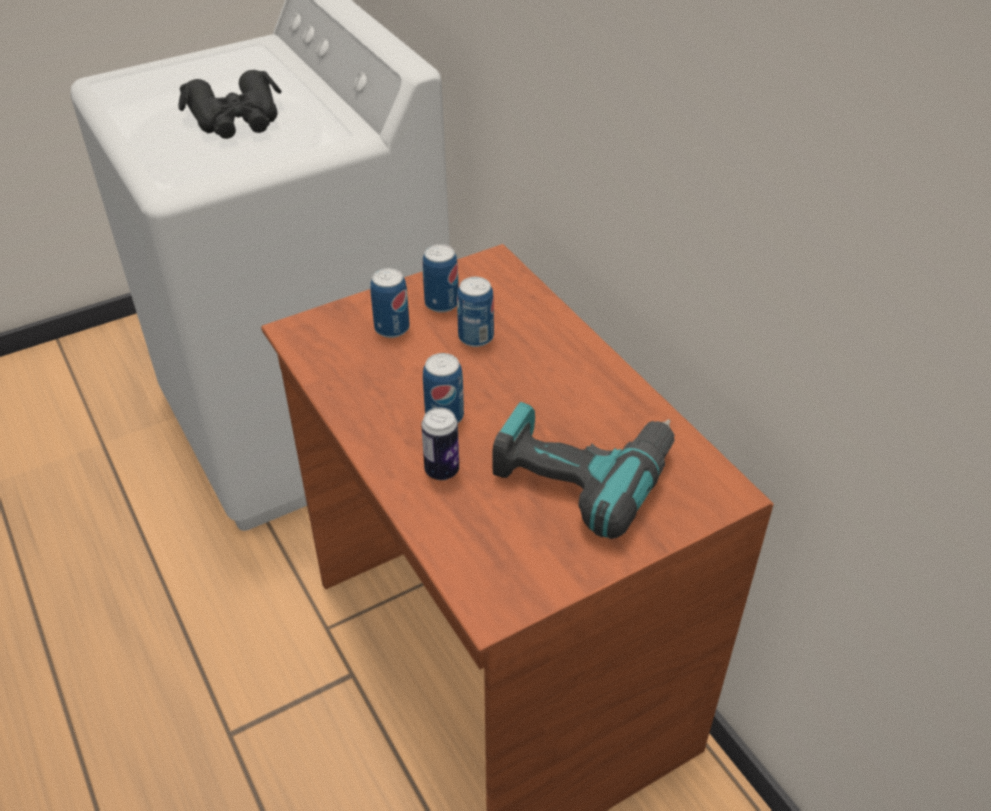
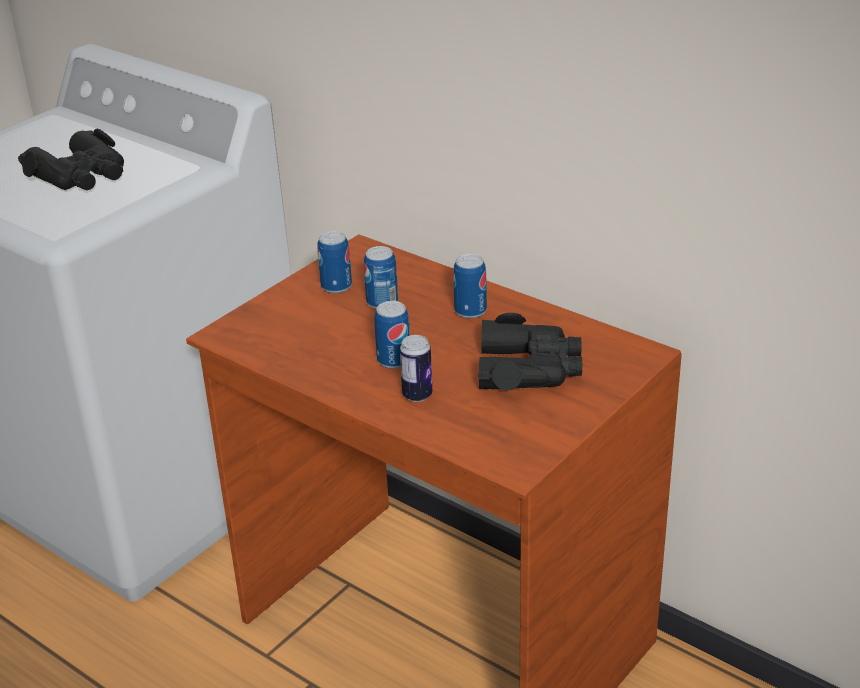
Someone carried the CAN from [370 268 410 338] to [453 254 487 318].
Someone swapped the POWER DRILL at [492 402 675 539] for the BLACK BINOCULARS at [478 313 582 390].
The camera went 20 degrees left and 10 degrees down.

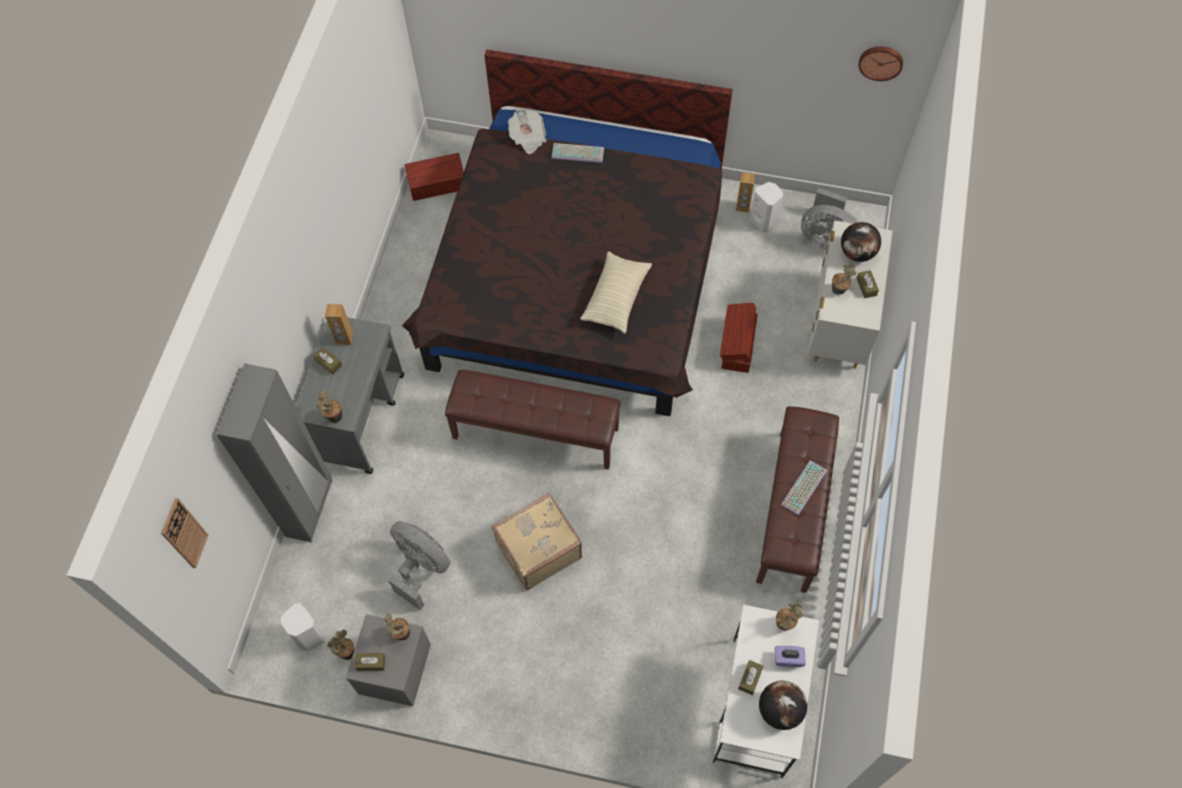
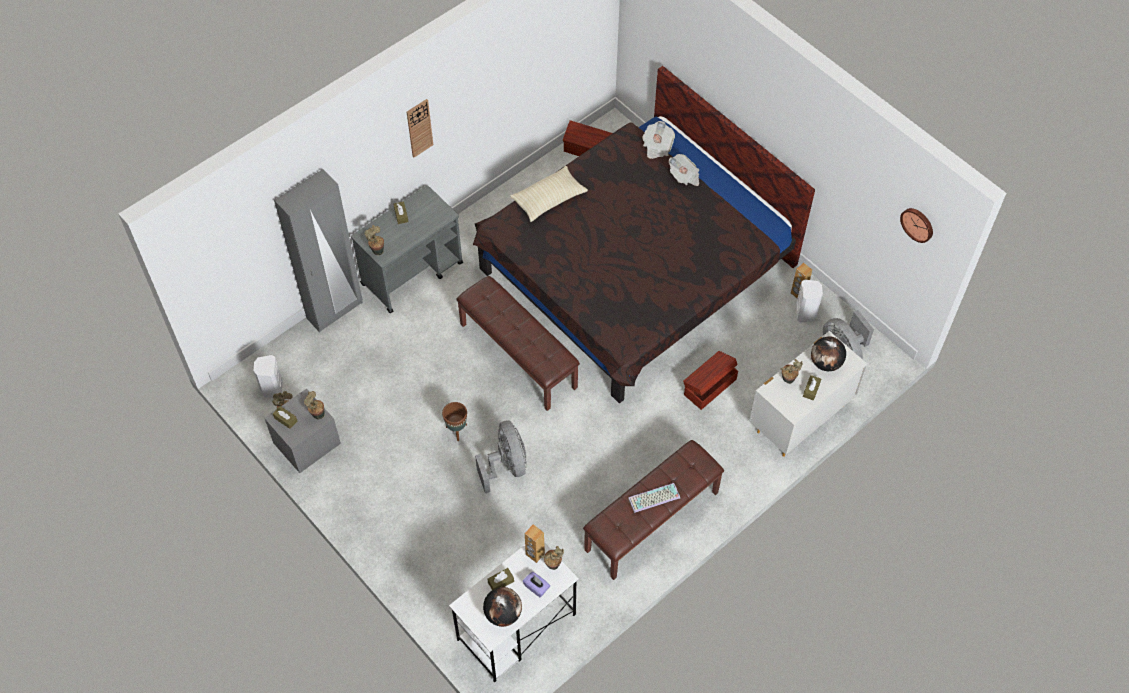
Someone swapped the KEYBOARD at [551 143 604 163] for the NEWSPAPER at [669 154 699 186].
Someone carried the BEIGE PILLOW from [580 252 652 334] to [510 166 588 222].
Someone carried the BROWN SPEAKER from [325 304 353 345] to [525 524 545 563].
Someone swapped the BEIGE SUITCASE at [492 493 582 590] for the BROWN PLANTER at [442 402 467 441].
Someone carried the WALL CLOCK from [161 498 208 568] to [407 99 433 157].
Someone carried the GREY FAN from [388 521 450 610] to [475 420 527 493].
The camera went 35 degrees right and 5 degrees down.

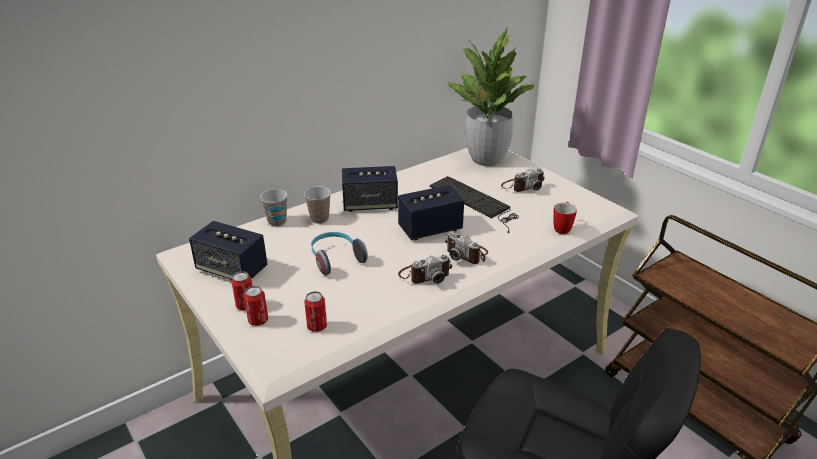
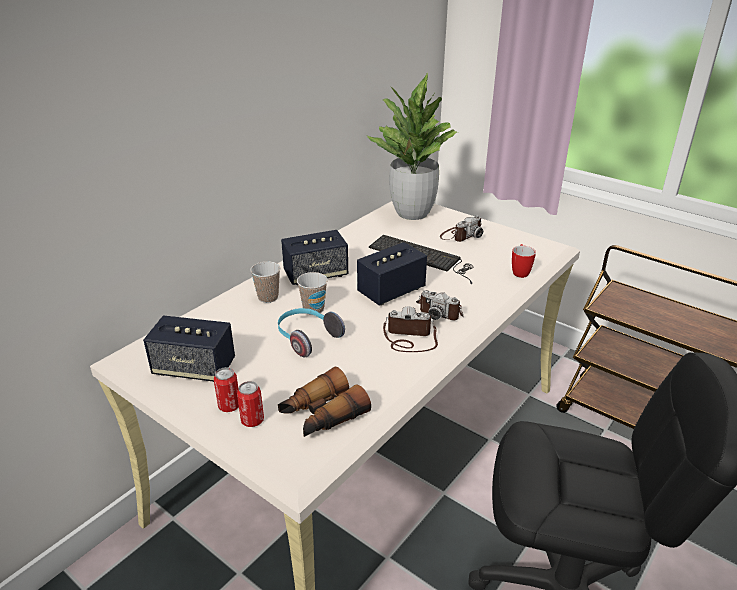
Someone carried the CUP from [260 189 288 227] to [297 272 328 315].
Someone rotated the PHOTO CAMERA at [398 255 452 284] by 135 degrees counterclockwise.
Someone swapped the CAN at [304 291 327 332] for the BINOCULARS at [278 367 371 437].
The camera went 15 degrees left and 0 degrees up.

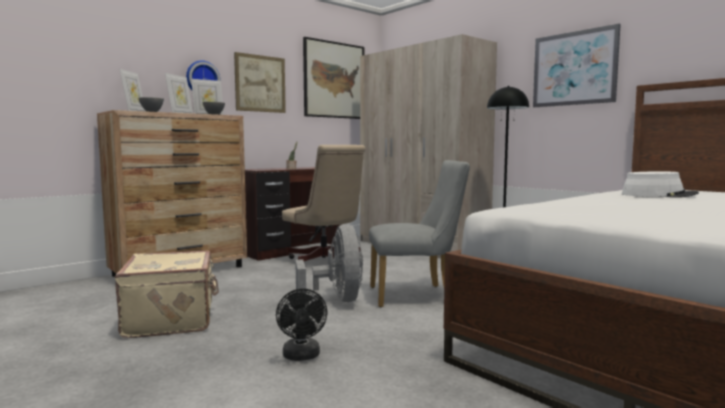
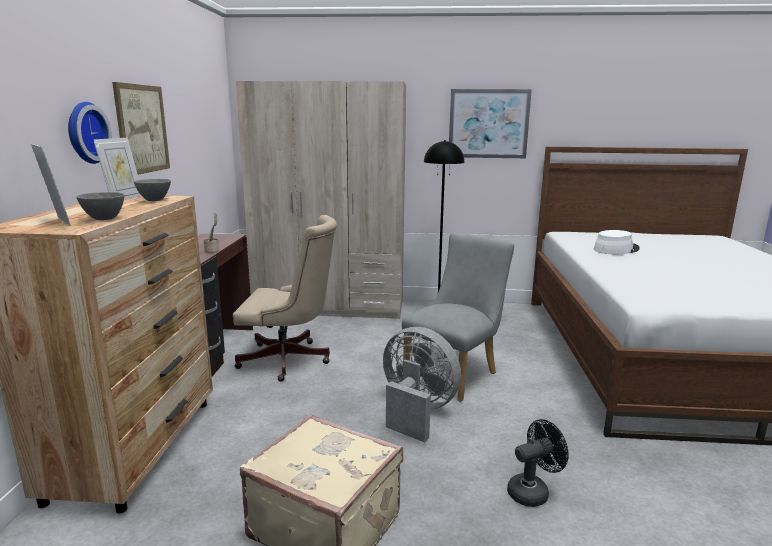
Someone took away the PICTURE at [303 37 364 119].
Someone rotated the BLACK FAN at [276 288 327 361] by 60 degrees counterclockwise.
The camera went 45 degrees left and 10 degrees up.

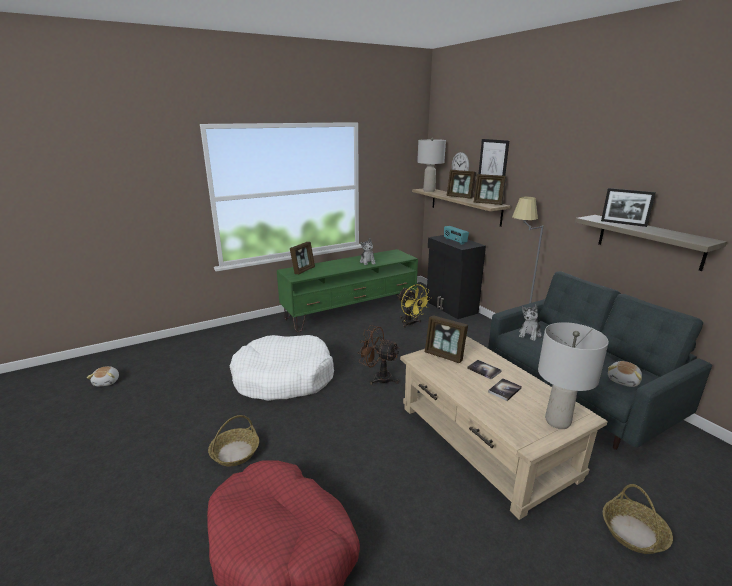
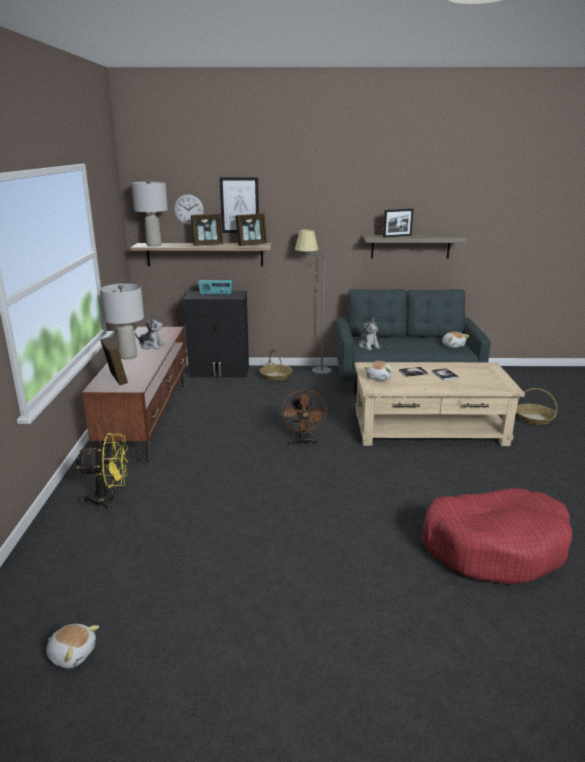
Someone repainted the GREEN TV STAND at [277 249 418 332], which became the BROWN TV STAND at [82 327 187 462].
Someone carried the YELLOW FAN from [398 284 431 328] to [76 433 128 510].
Someone swapped the PICTURE FRAME at [425 315 468 363] for the PLUSH TOY at [365 361 392 381].
Someone carried the GREY TABLE LAMP from [538 322 609 429] to [100 283 144 359].
Someone rotated the BROWN FAN at [357 325 399 385] by 60 degrees counterclockwise.
Someone took away the WHITE DOG BED at [230 335 334 401].
Someone carried the BASKET from [208 415 259 466] to [259 349 292 381].
The camera went 60 degrees left and 0 degrees up.

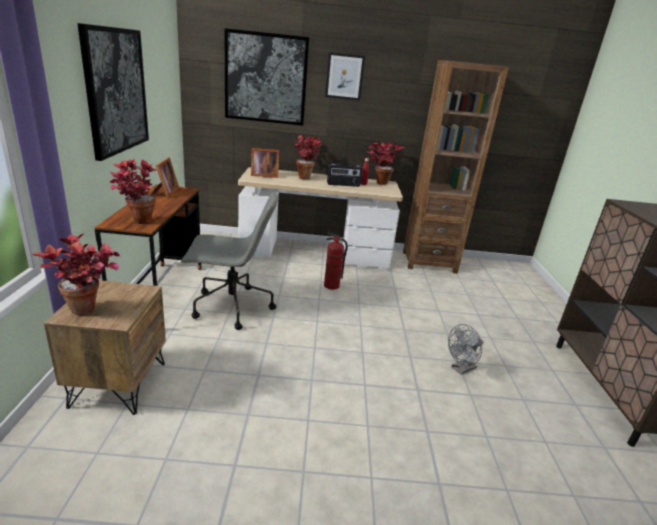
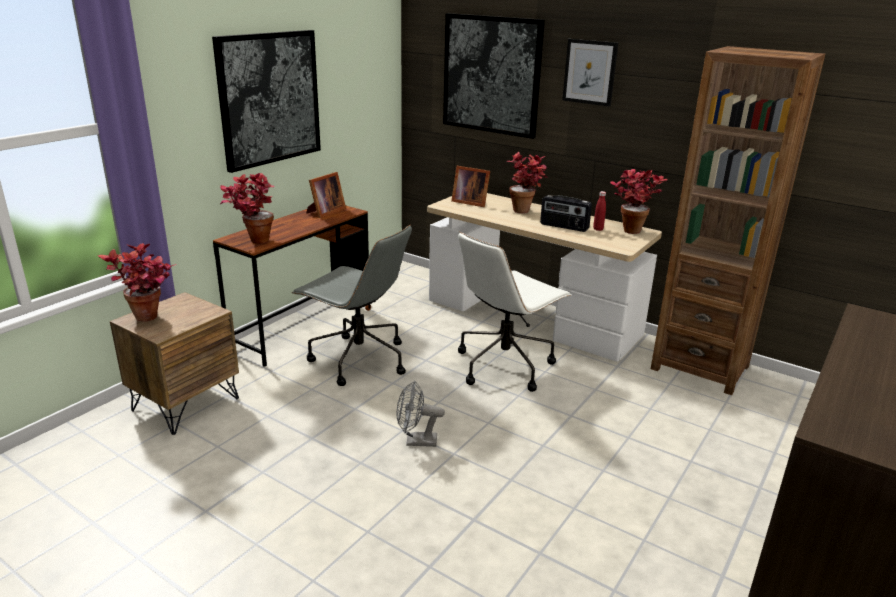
Someone swapped the FIRE EXTINGUISHER at [324 232 348 290] for the WHITE OFFICE CHAIR at [458 232 572 392].
Someone carried the GREY FAN from [448 324 483 375] to [396 381 445 447].
The camera went 35 degrees right and 0 degrees up.

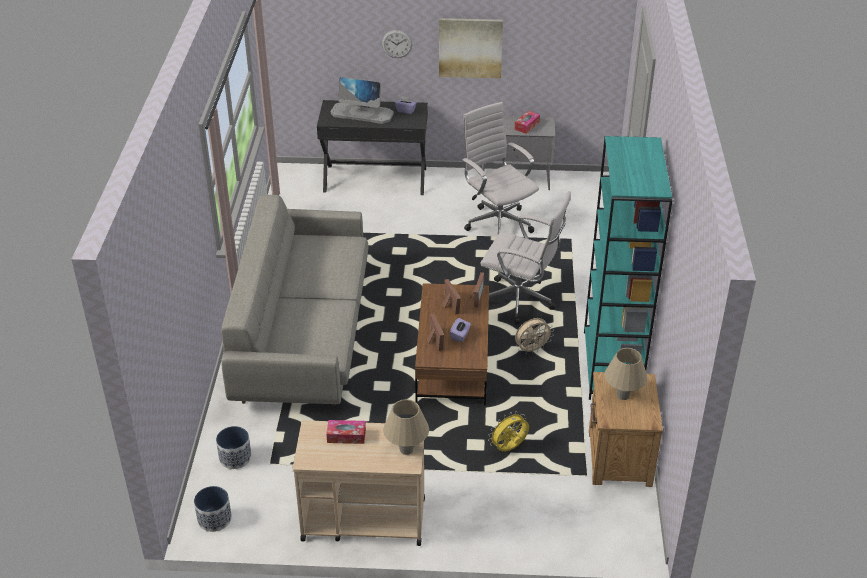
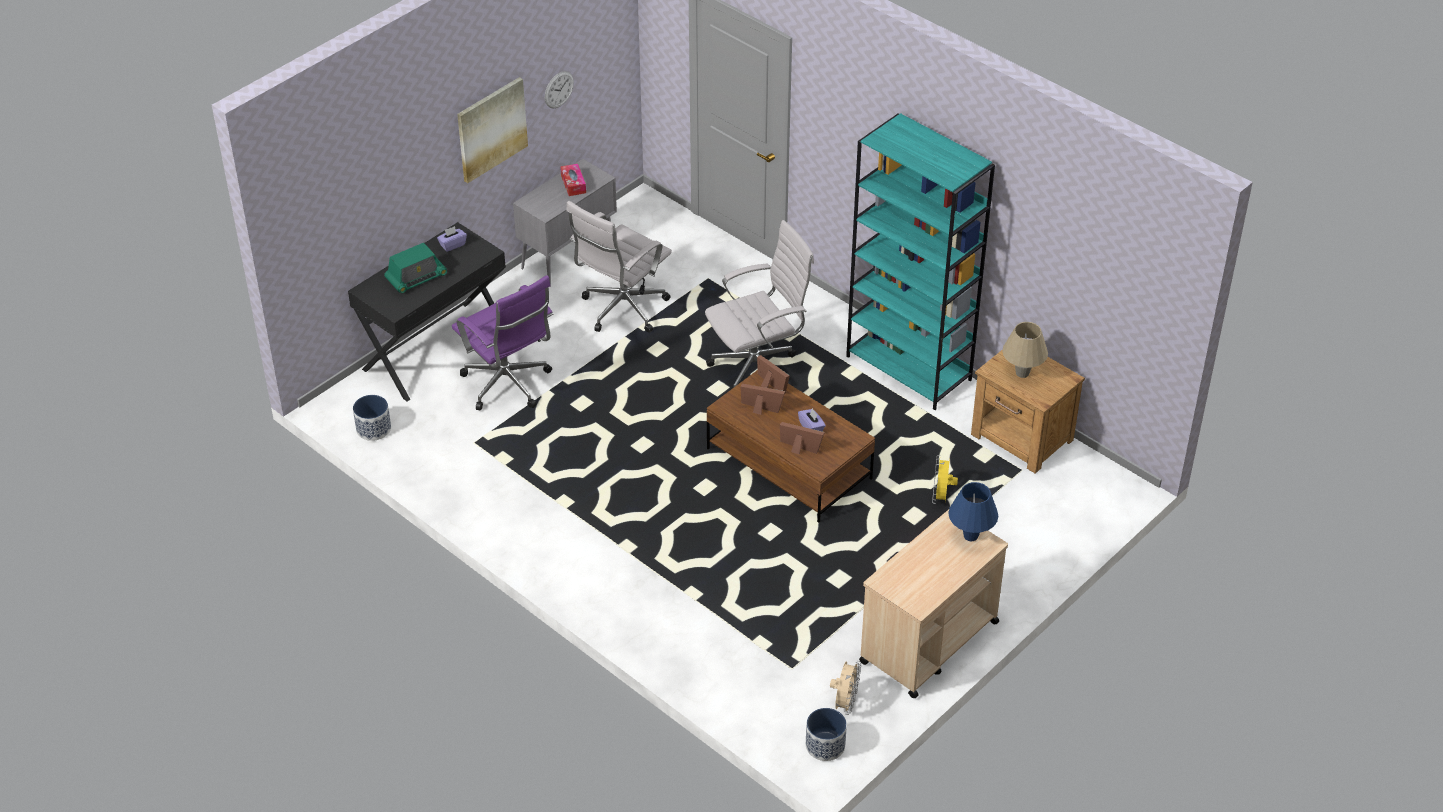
Someone carried the WALL CLOCK from [382 30 413 58] to [545 71 574 109].
Someone swapped the MONITOR at [331 77 394 124] for the RADIO at [384 243 447 293].
Someone rotated the WHITE OFFICE CHAIR at [462 102 539 234] by 60 degrees counterclockwise.
Someone took away the GREY SOFA at [221 195 369 406].
Someone carried the BEIGE FAN from [515 318 554 355] to [830 661 861 715].
Someone repainted the BEIGE TABLE LAMP at [383 399 429 455], which became the BLUE TABLE LAMP at [948 482 998 541].
Someone took away the TISSUE BOX at [326 420 366 444].
Someone carried the PLANTER from [216 426 251 469] to [353 395 391 441].
Someone put down the PURPLE OFFICE CHAIR at [452 275 553 410].
The camera went 50 degrees left and 5 degrees up.

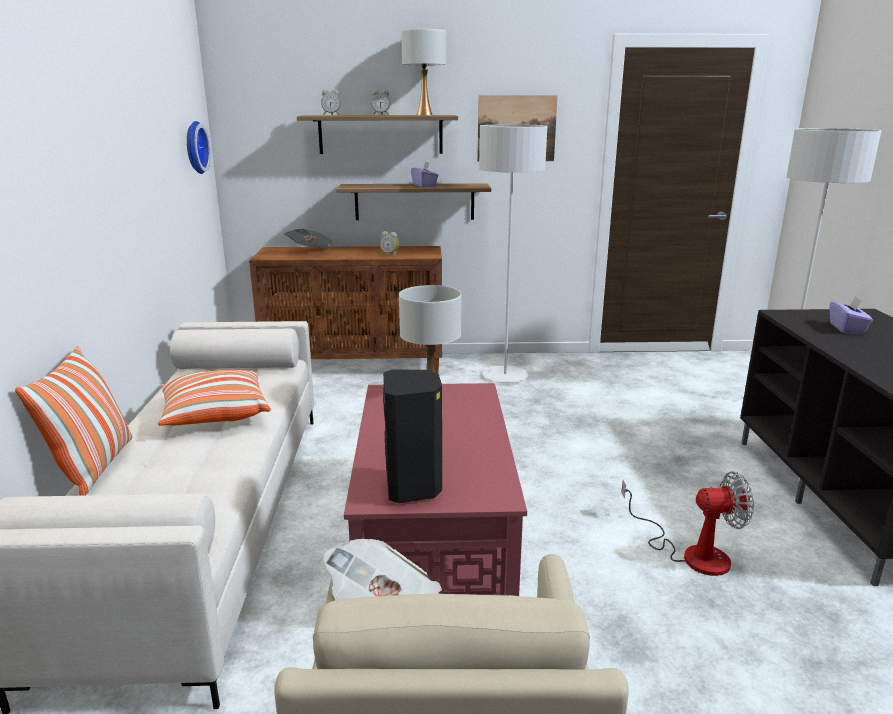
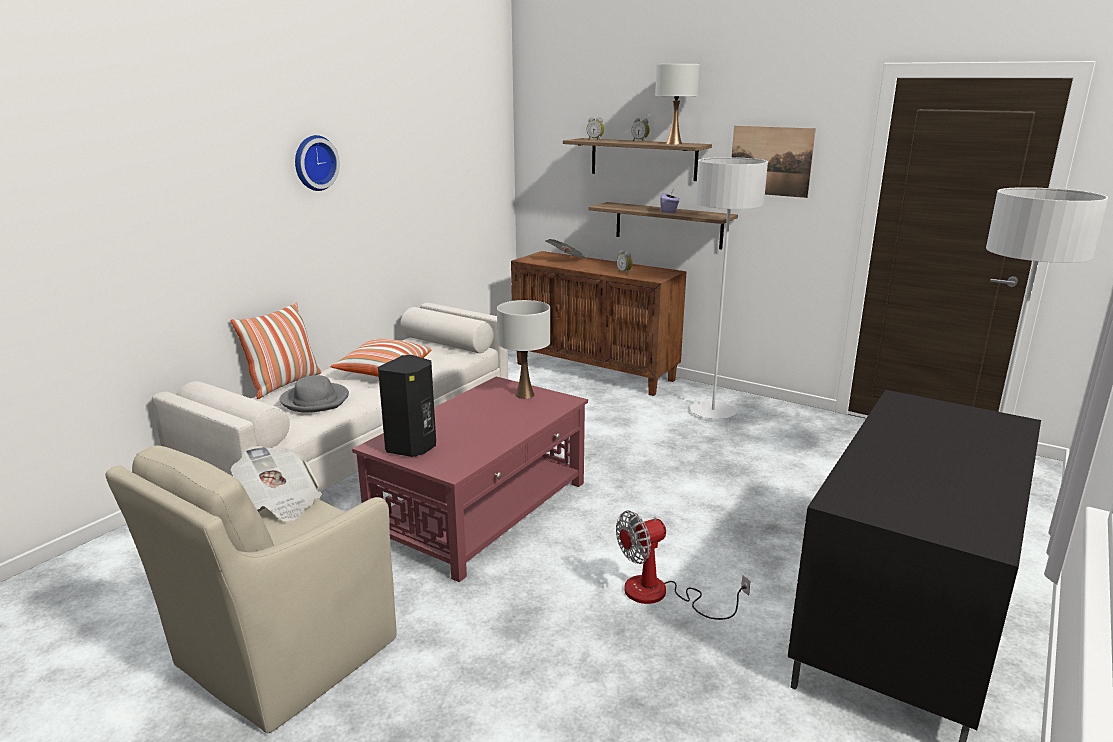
Someone carried the WALL CLOCK from [187 121 211 174] to [295 135 340 191].
Someone took away the PURPLE TISSUE BOX at [829 296 873 334].
Someone rotated the FAN at [621 471 754 576] by 120 degrees clockwise.
Someone put down the GREY HAT at [279 375 349 413].
The camera went 35 degrees right and 0 degrees up.

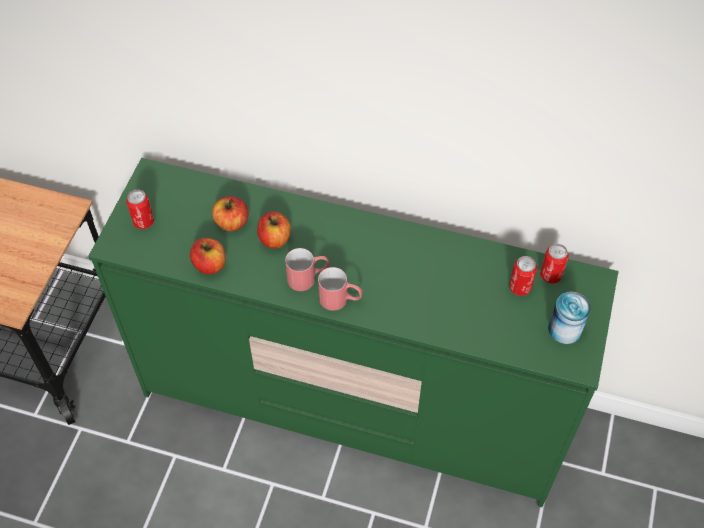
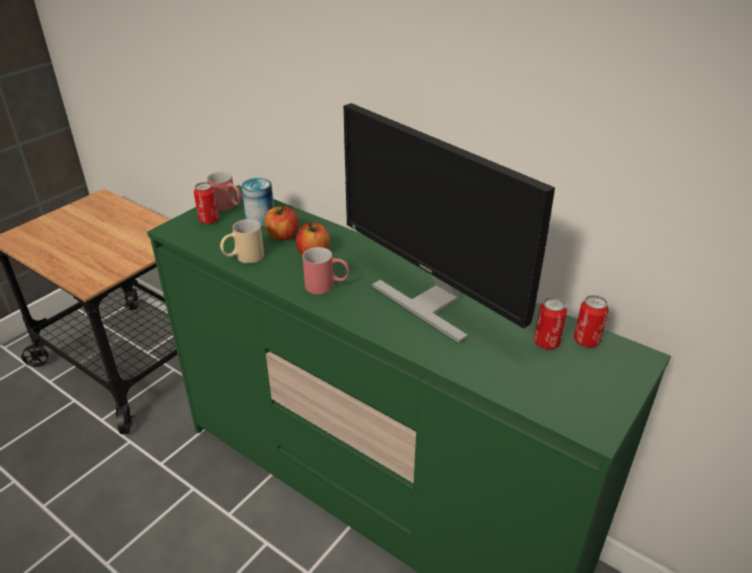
Someone swapped the APPLE at [190 238 226 274] for the BEIGE MUG at [220 219 264 263].
Someone carried the RED MUG from [318 267 363 311] to [207 172 242 211].
Someone carried the CAN from [548 292 591 344] to [241 178 274 227].
Someone put down the MONITOR at [343 103 555 344].
The camera went 20 degrees right and 20 degrees down.

